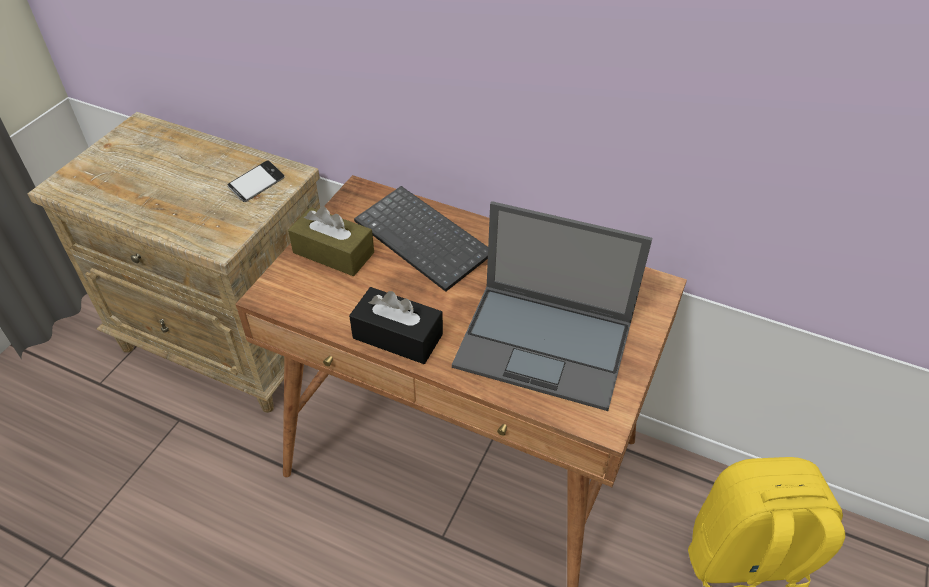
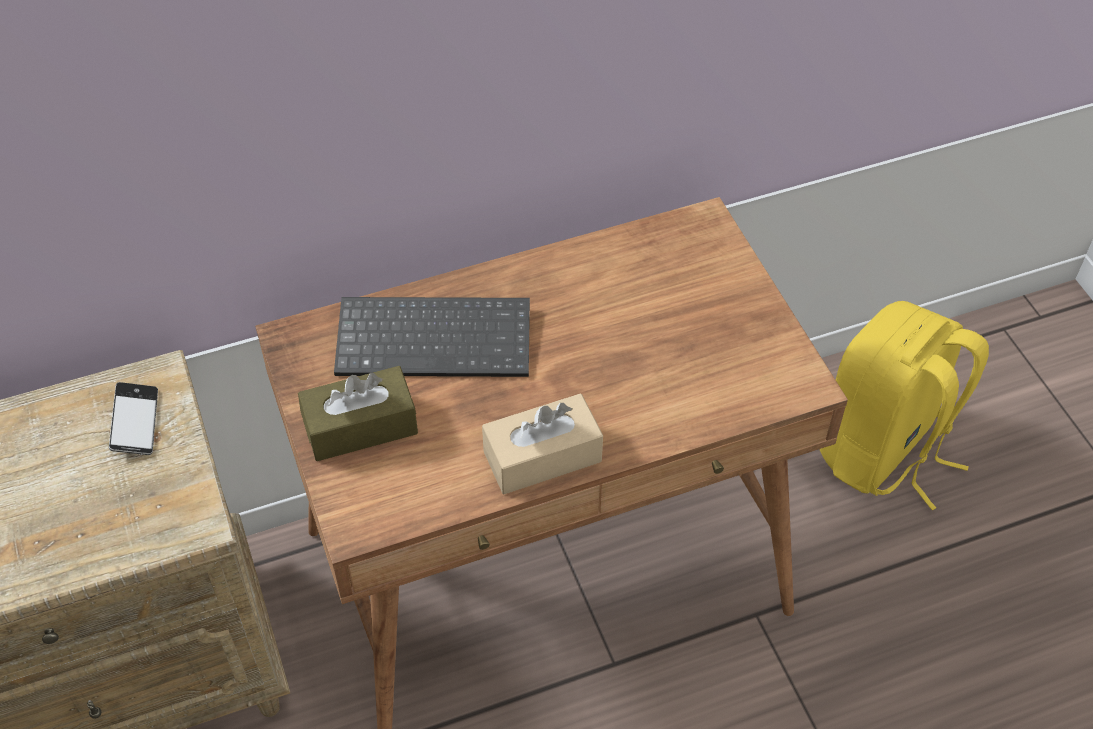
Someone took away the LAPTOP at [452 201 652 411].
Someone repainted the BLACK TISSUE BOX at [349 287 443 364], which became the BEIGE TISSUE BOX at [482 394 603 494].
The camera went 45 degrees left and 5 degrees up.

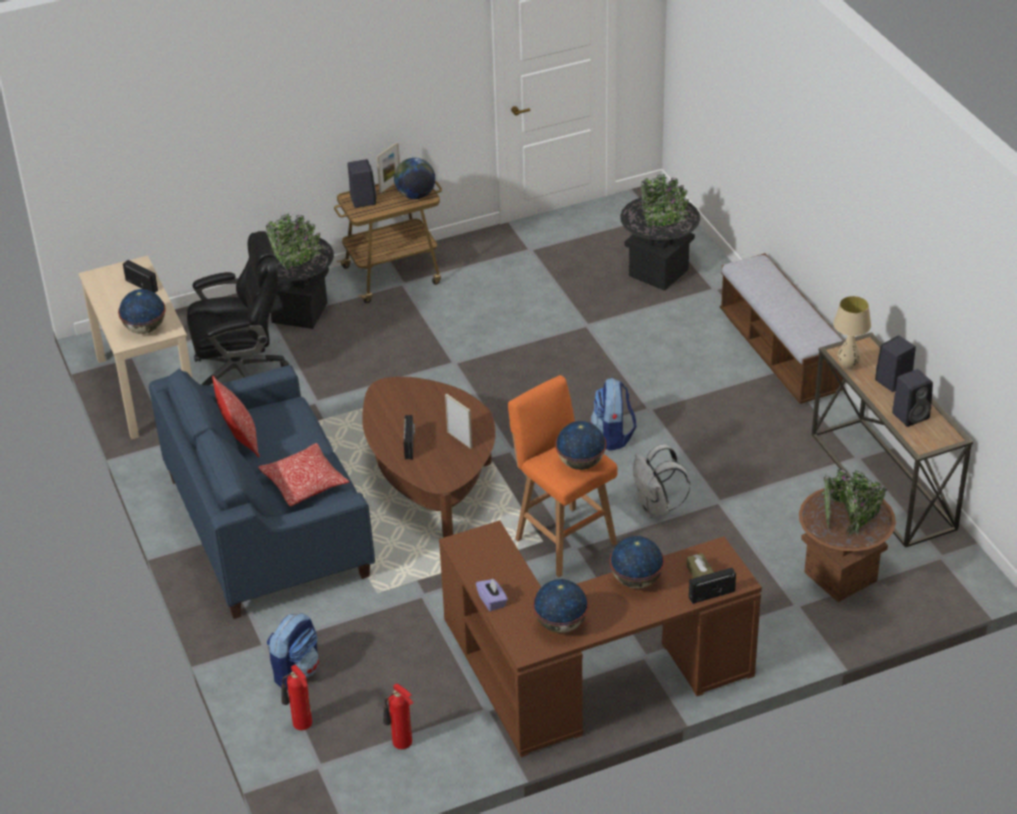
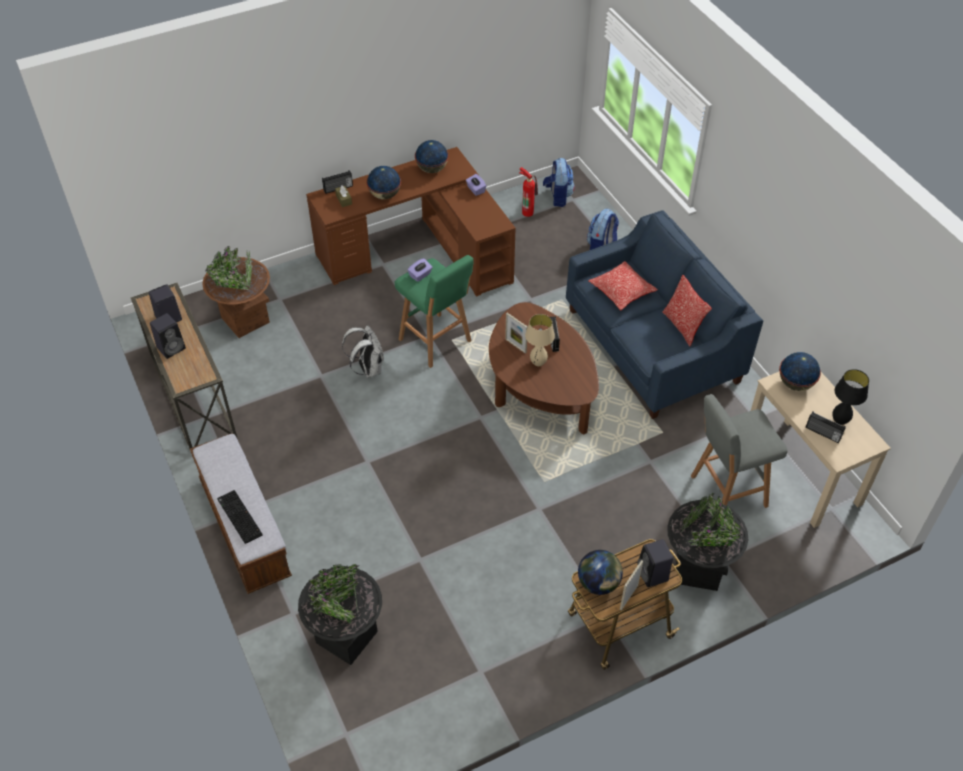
Someone swapped the BLACK OFFICE CHAIR at [187 231 289 386] for the GREY STOOL at [691 394 788 508].
Someone carried the BEIGE TABLE LAMP from [833 296 871 369] to [525 314 555 366].
Someone repainted the ORANGE STOOL at [508 375 618 577], which became the GREEN STOOL at [395 255 474 368].
Someone carried the BACKPACK from [590 378 637 451] to [543 158 575 207].
Someone swapped the GLOBE at [555 421 606 470] for the PURPLE TISSUE BOX at [408 258 433 282].
Someone took away the FIRE EXTINGUISHER at [282 664 312 730].
Someone put down the BLACK TABLE LAMP at [832 369 869 425].
Someone put down the KEYBOARD at [217 490 263 544].
The camera went 175 degrees right and 10 degrees up.

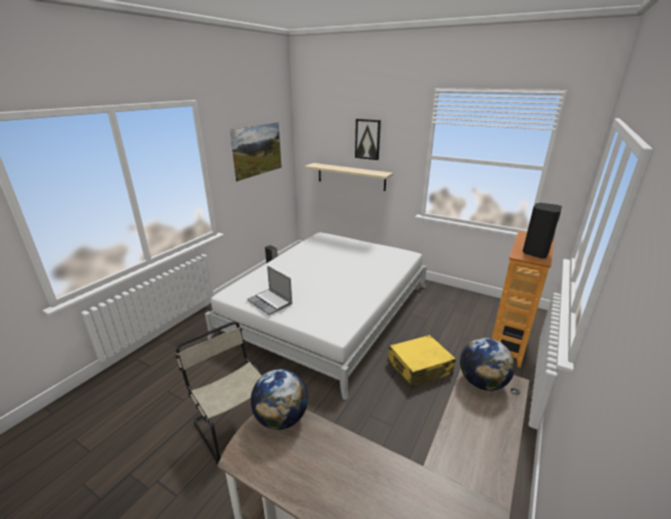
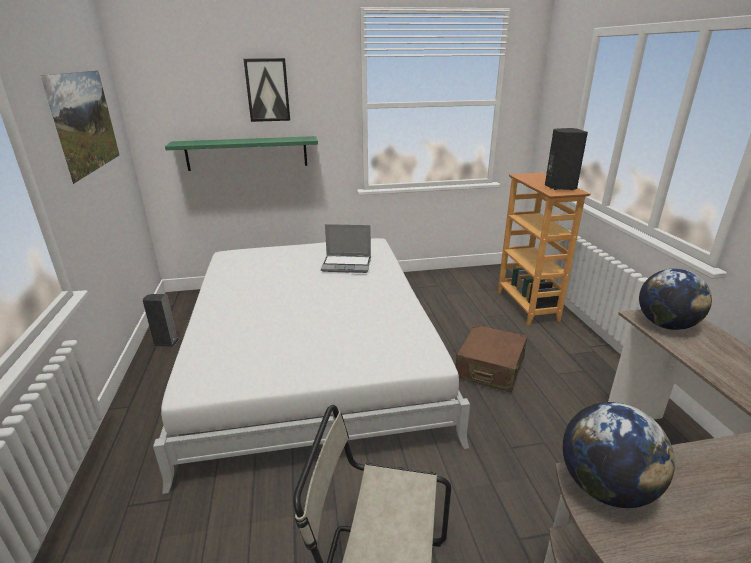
Someone repainted the BEIGE SHELF at [304 163 393 191], which became the GREEN SHELF at [165 136 318 171].
Someone carried the LAPTOP from [247 266 293 315] to [321 224 371 273].
Someone repainted the YELLOW SUITCASE at [388 335 456 388], which became the BROWN SUITCASE at [455 325 527 392].
The camera went 40 degrees left and 0 degrees up.

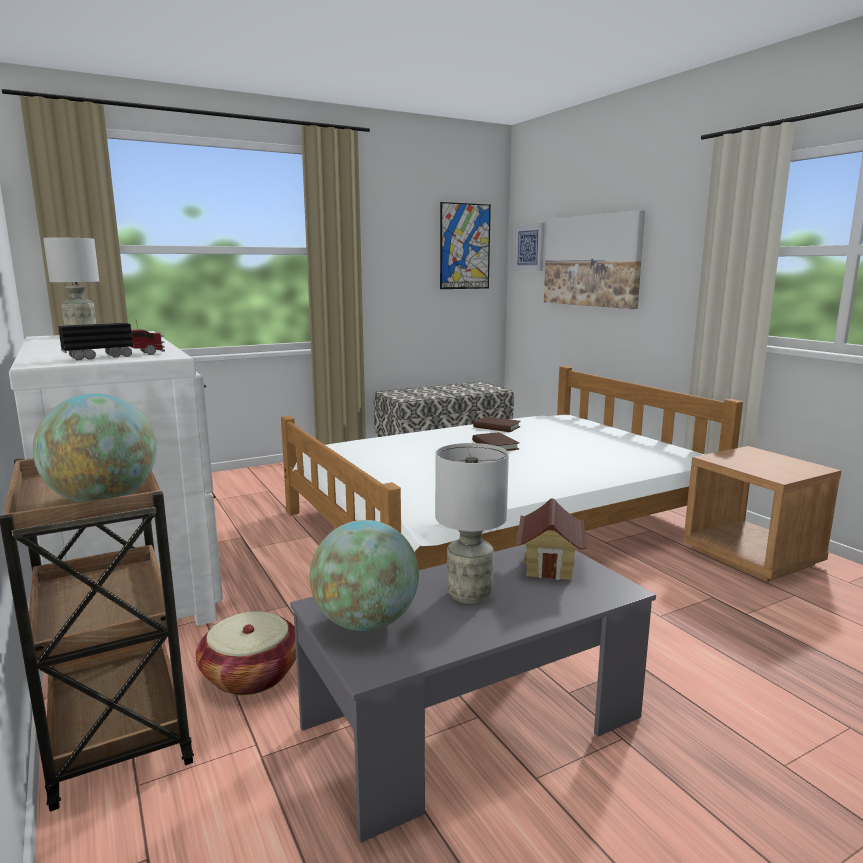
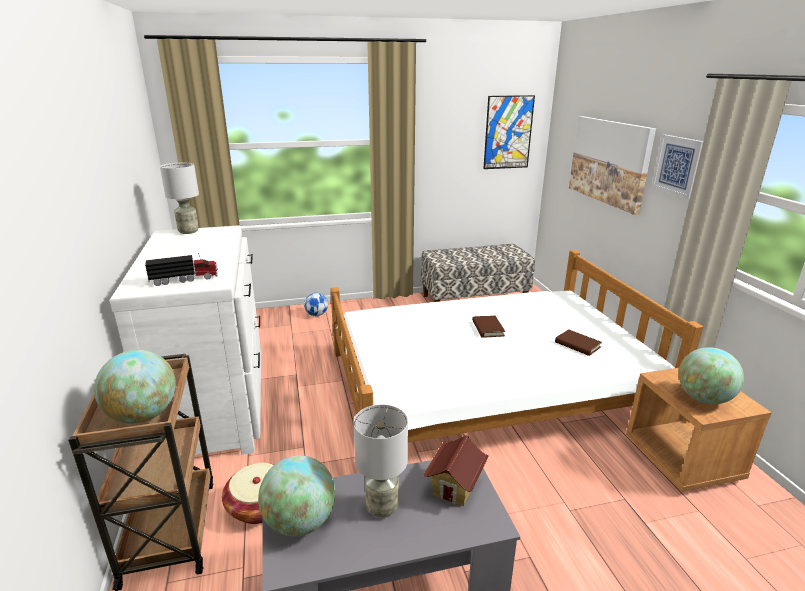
Someone carried the PICTURE from [513 223 545 271] to [652 135 703 199].
Someone carried the BROWN BOOK from [473 416 521 432] to [555 329 602 356].
Someone put down the FOOTBALL at [304 293 328 316].
Someone put down the GLOBE at [679 347 744 404].
The camera went 15 degrees right and 10 degrees up.

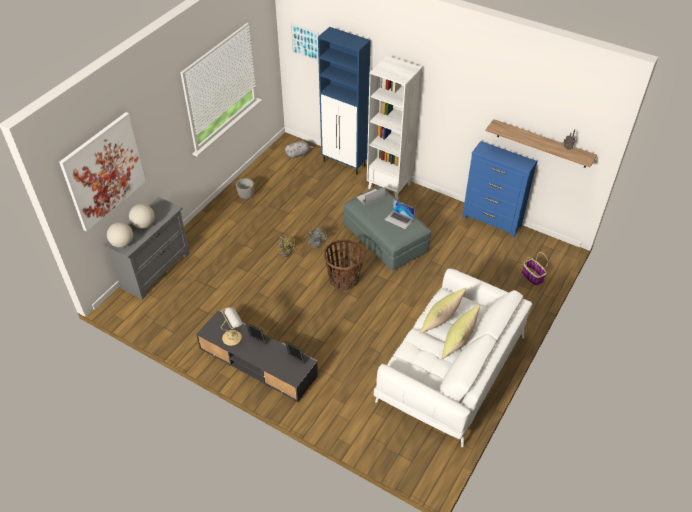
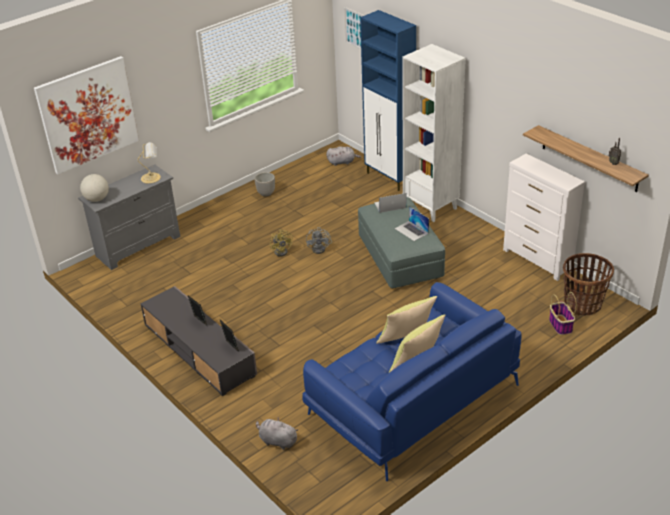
Someone repainted the BLUE DRESSER at [462 141 537 237], which became the WHITE DRESSER at [503 154 585 281].
Someone took away the GLOBE at [129 204 155 229].
Someone carried the BASKET from [324 239 364 290] to [563 253 614 316].
Someone repainted the WHITE SOFA at [374 269 532 447], which became the BLUE SOFA at [302 282 521 481].
Someone carried the TABLE LAMP from [221 307 242 346] to [138 142 161 184].
Someone put down the GREY PLUSH TOY at [256 418 299 450].
The camera went 20 degrees right and 10 degrees down.

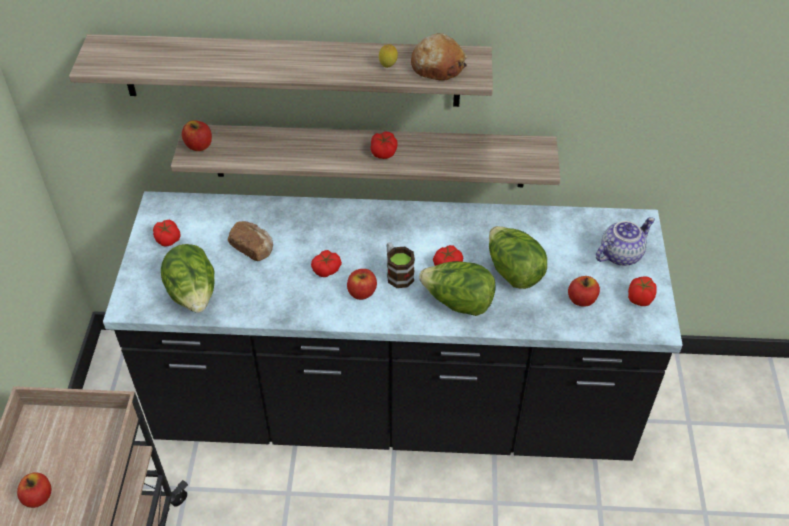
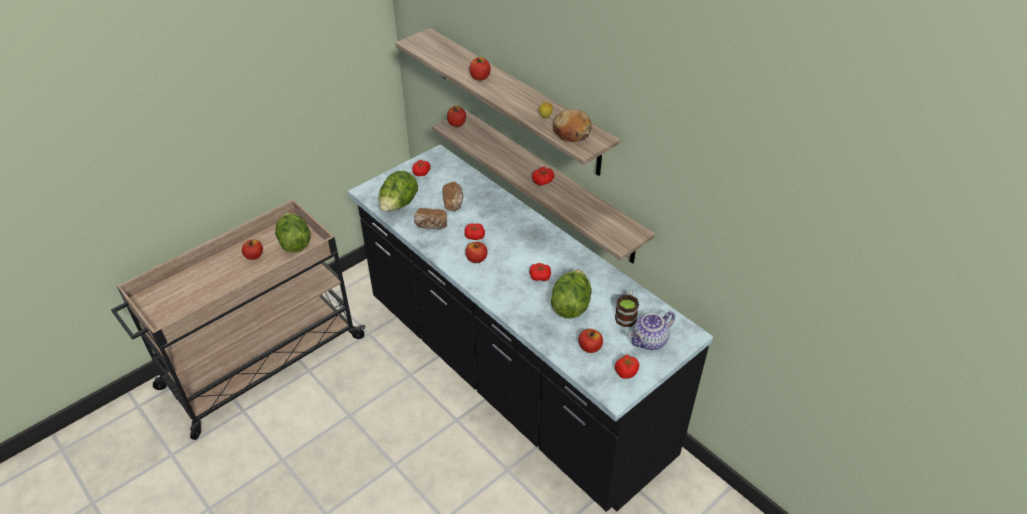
Someone rotated the TEAPOT at [596 217 655 266] by 135 degrees clockwise.
Someone carried the MUG from [387 242 415 288] to [615 290 639 327].
Someone carried the LETTUCE from [419 261 496 316] to [275 213 311 253].
Someone put down the APPLE at [470 57 491 81].
Someone put down the BREAD at [414 208 447 229].
The camera went 45 degrees right and 5 degrees down.

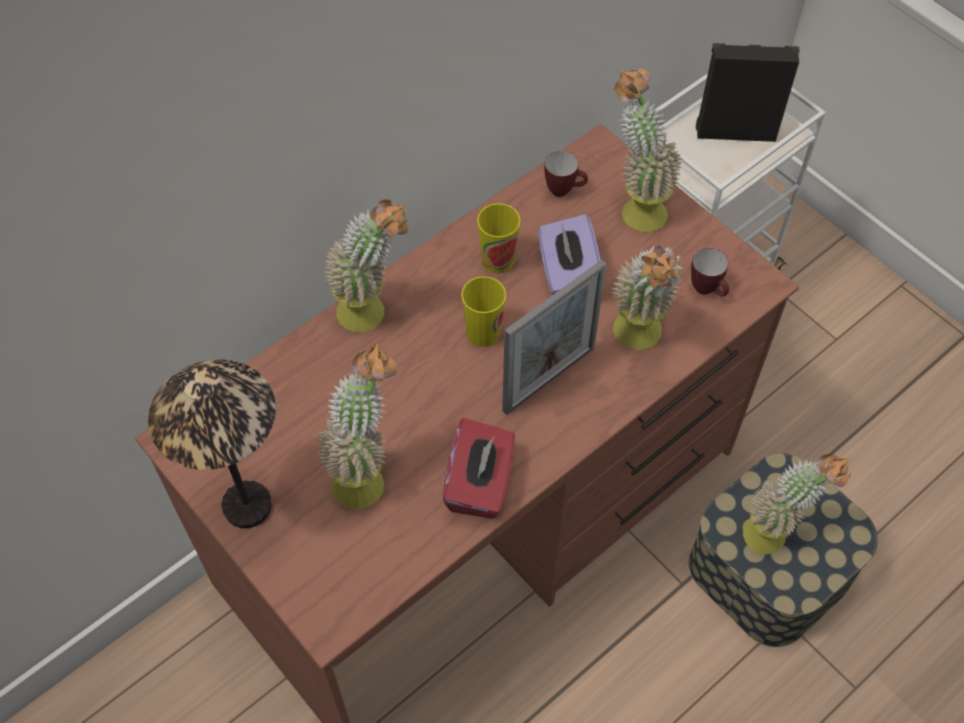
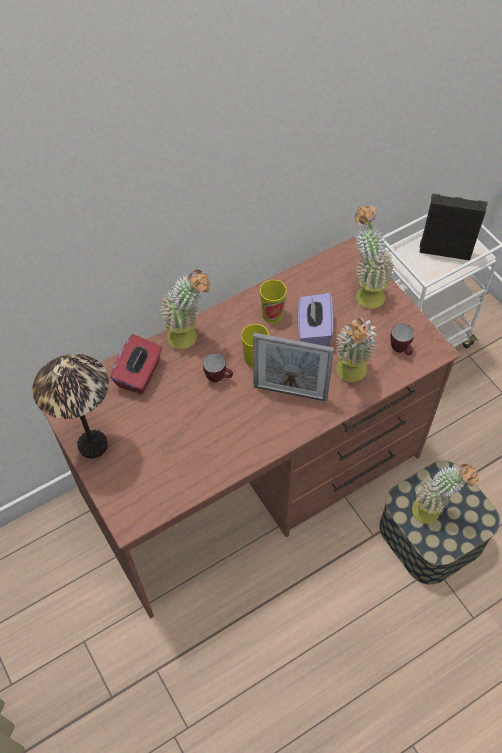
Someone carried the MUG from [544 151 588 197] to [203 353 233 383].
Someone rotated the PICTURE FRAME at [502 260 606 415] by 45 degrees clockwise.
Someone took away the POTTED PLANT at [317 343 397 510].
Someone carried the RED TISSUE BOX from [443 418 515 519] to [110 334 162 394].
The camera went 10 degrees right and 0 degrees up.

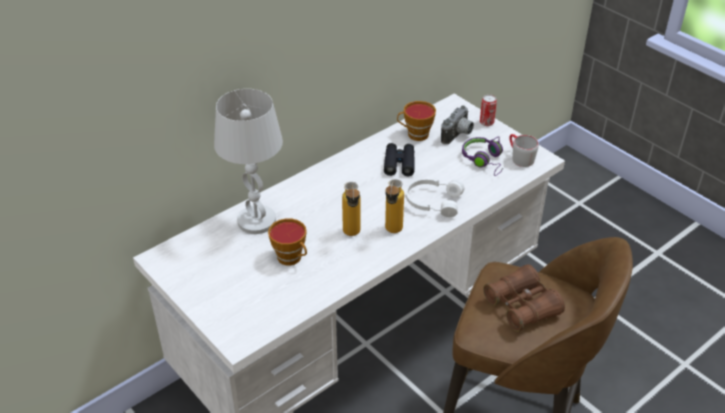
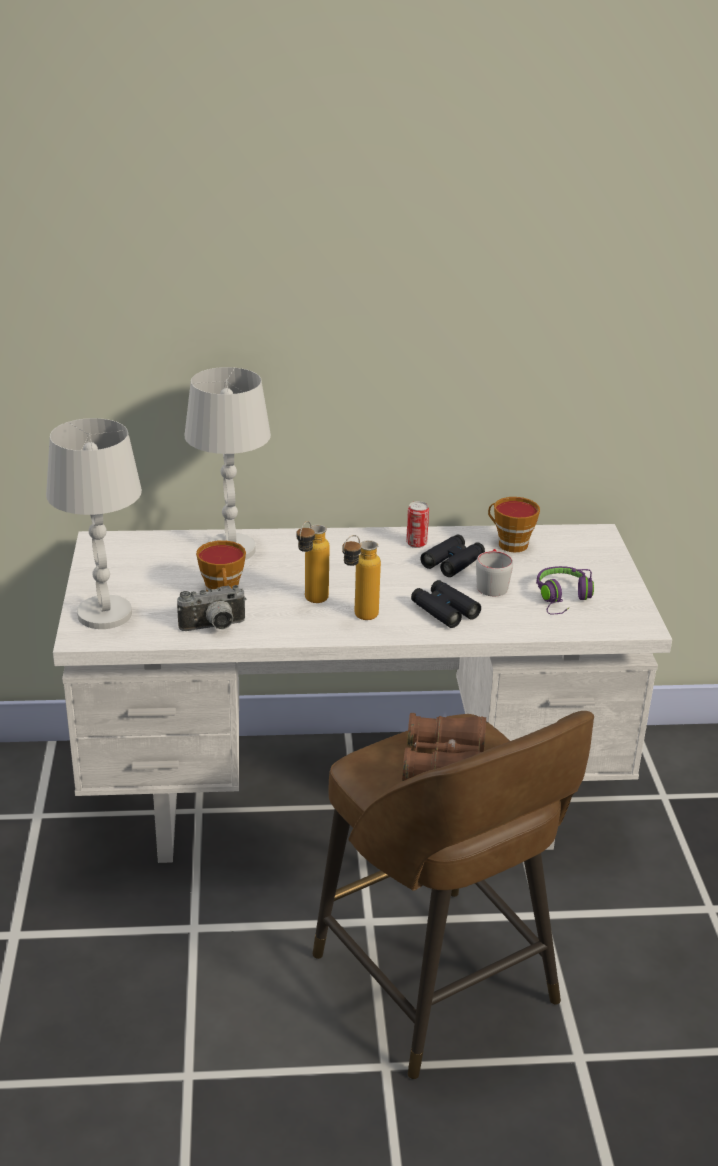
Someone carried the CAN from [480 94 497 126] to [406 501 429 548].
Someone carried the PHOTO CAMERA from [441 105 474 145] to [177 585 247 631].
Someone carried the GREY MUG from [509 134 539 167] to [476 549 513 596].
Someone swapped the WHITE HEADPHONES at [406 179 464 217] for the BLACK BINOCULARS at [411 580 481 628].
Someone put down the WHITE TABLE LAMP at [46 418 142 629].
The camera went 35 degrees right and 10 degrees down.

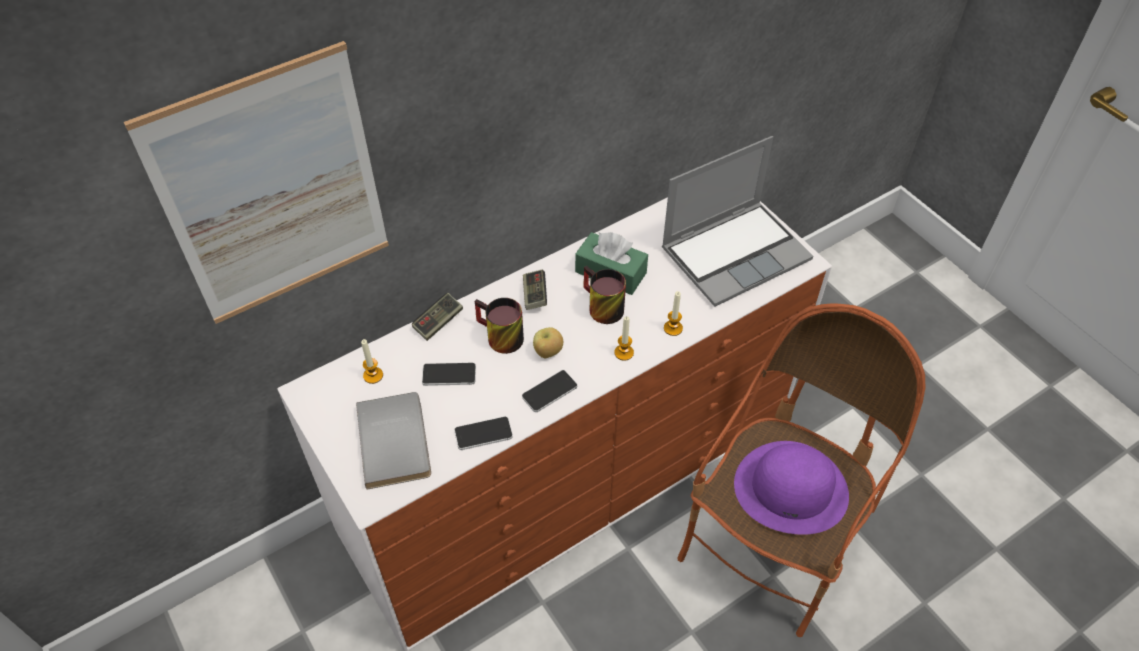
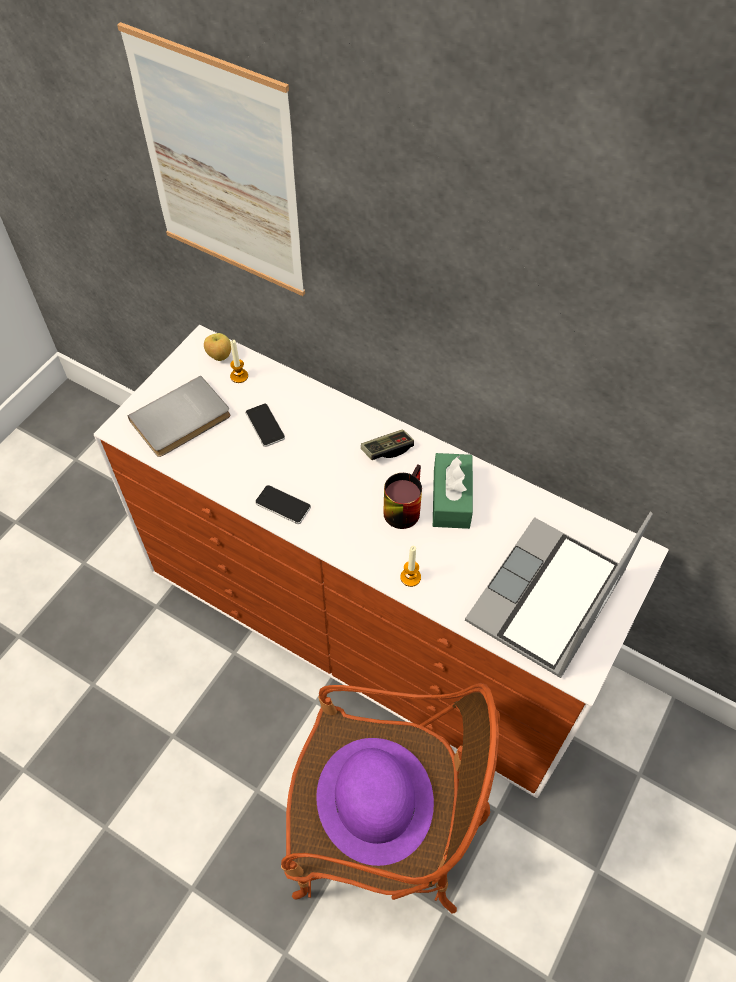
Someone rotated the LAPTOP at [662 136 813 307] by 90 degrees clockwise.
Someone took away the GAME CONTROLLER at [412 293 463 341].
Someone took away the MUG at [475 298 524 354].
Someone took away the CANDLE at [615 316 634 361].
Someone carried the APPLE from [533 327 563 358] to [204 333 231 361].
Someone took away the PHONE at [454 417 513 450].
The camera went 65 degrees right and 5 degrees up.

